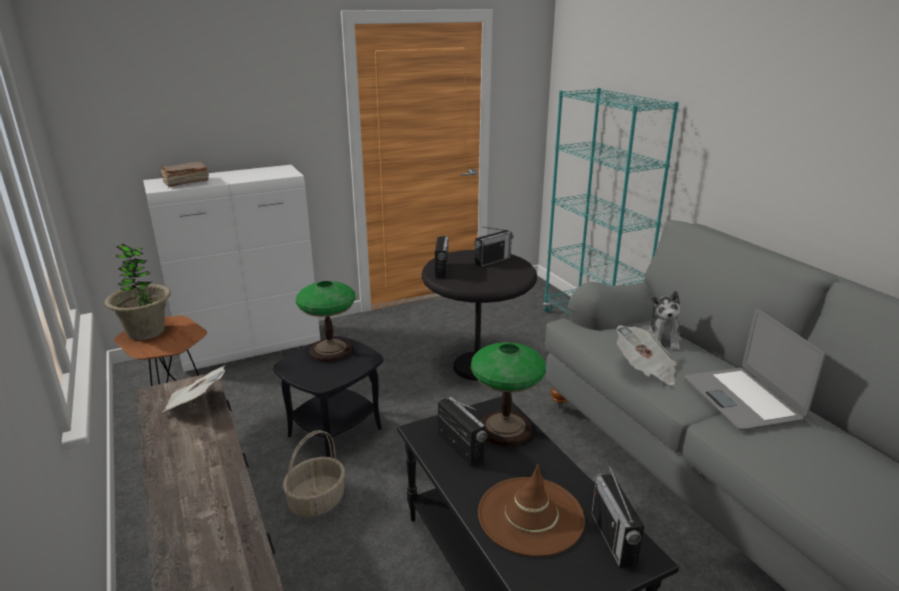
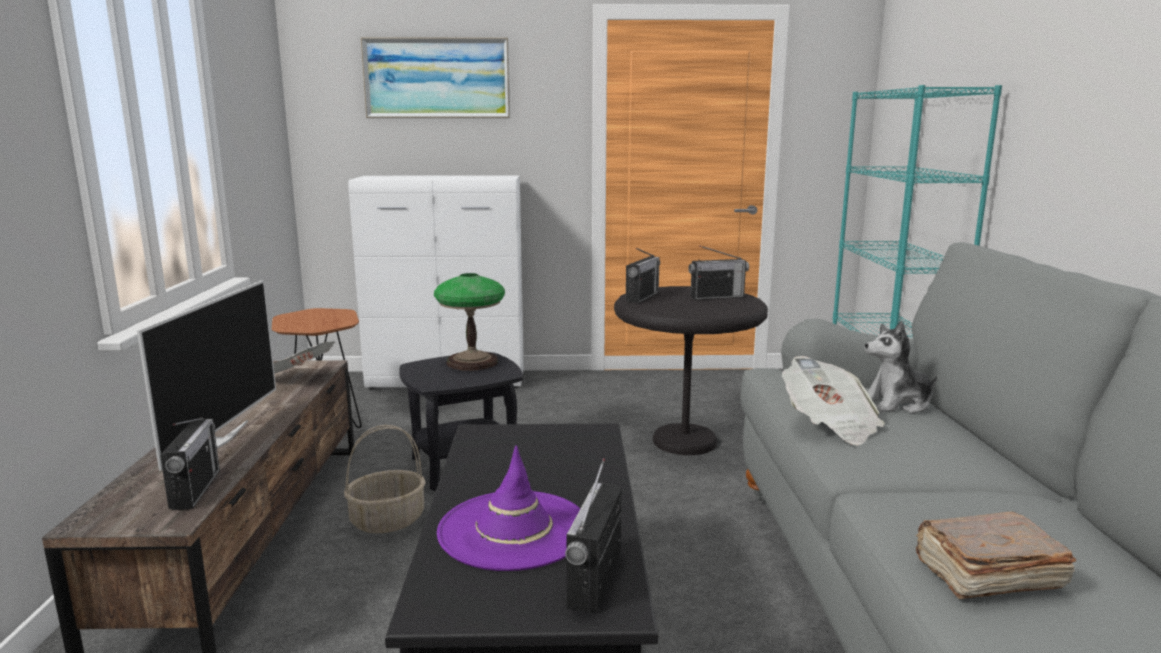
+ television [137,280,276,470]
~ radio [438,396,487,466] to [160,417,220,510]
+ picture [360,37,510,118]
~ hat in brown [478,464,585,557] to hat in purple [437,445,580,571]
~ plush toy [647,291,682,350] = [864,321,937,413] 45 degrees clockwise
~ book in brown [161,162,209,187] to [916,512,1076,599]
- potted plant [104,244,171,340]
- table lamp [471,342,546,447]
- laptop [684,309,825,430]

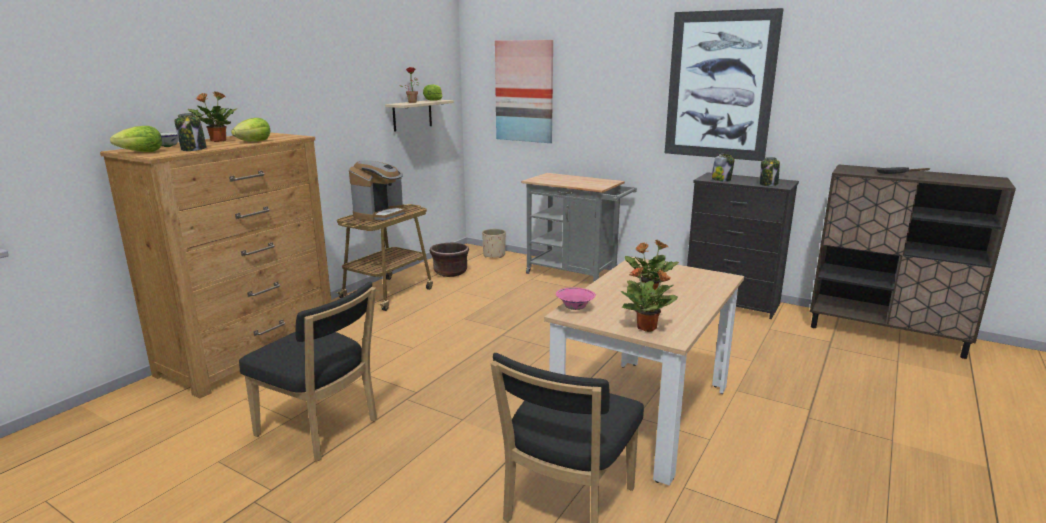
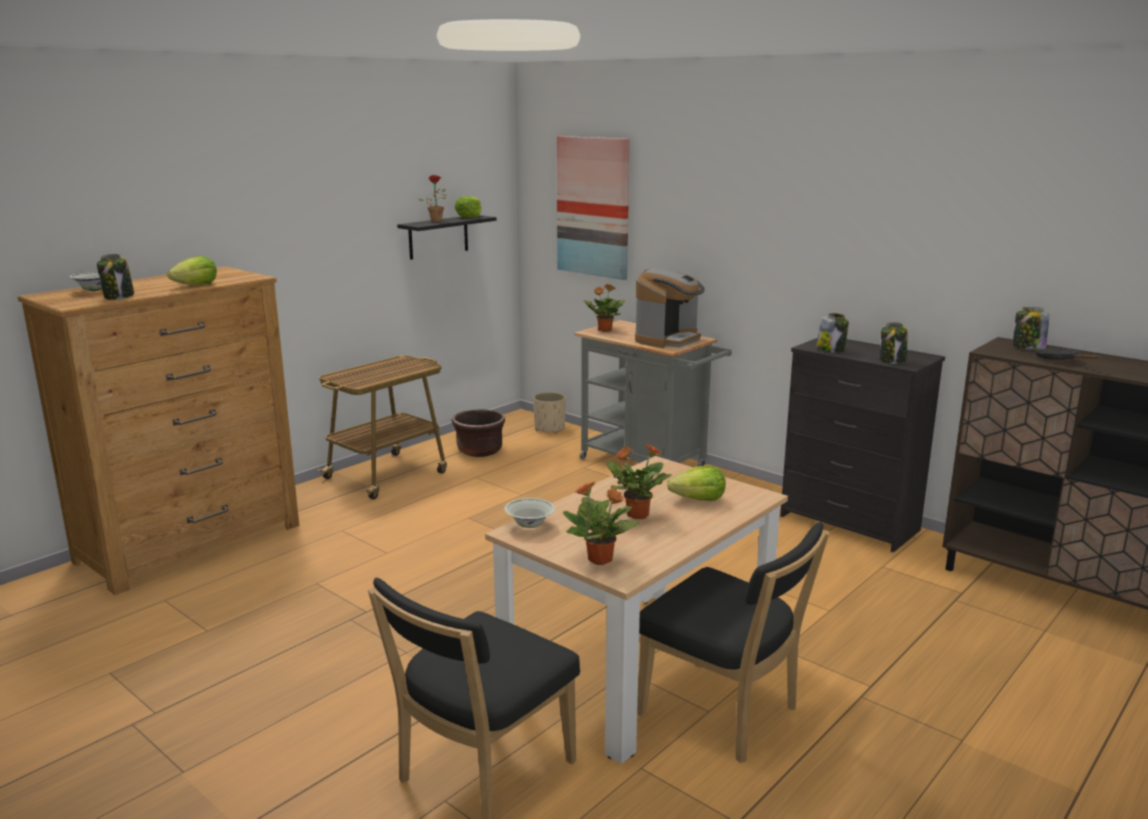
~ shelf in beige [385,100,454,132] to shelf in black [397,215,497,260]
~ bowl in pink [556,287,596,310] to bowl in white [504,498,555,528]
~ potted plant [188,91,238,142] to [584,284,626,332]
~ coffee machine [349,160,405,221] to [635,268,705,348]
~ chair in black [239,282,377,462] to [637,522,829,763]
~ lettuce [110,126,162,152] to [667,466,726,501]
+ jar [1013,307,1049,350]
- picture [665,8,784,161]

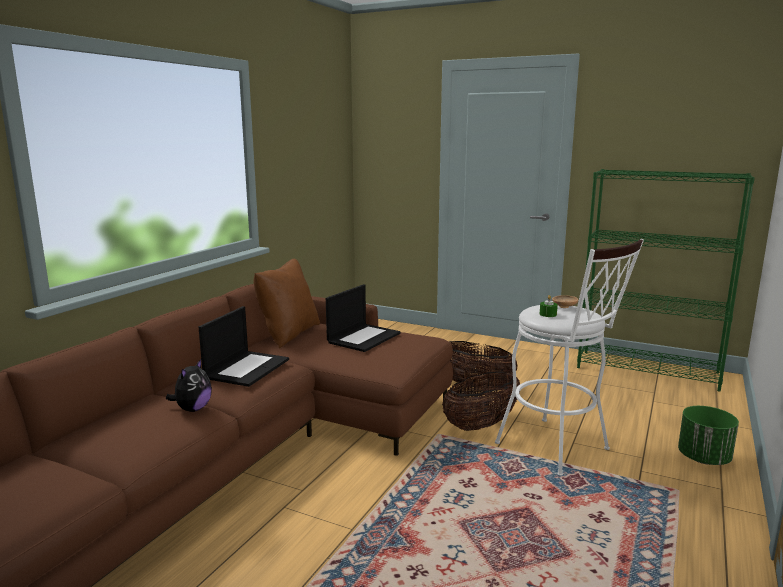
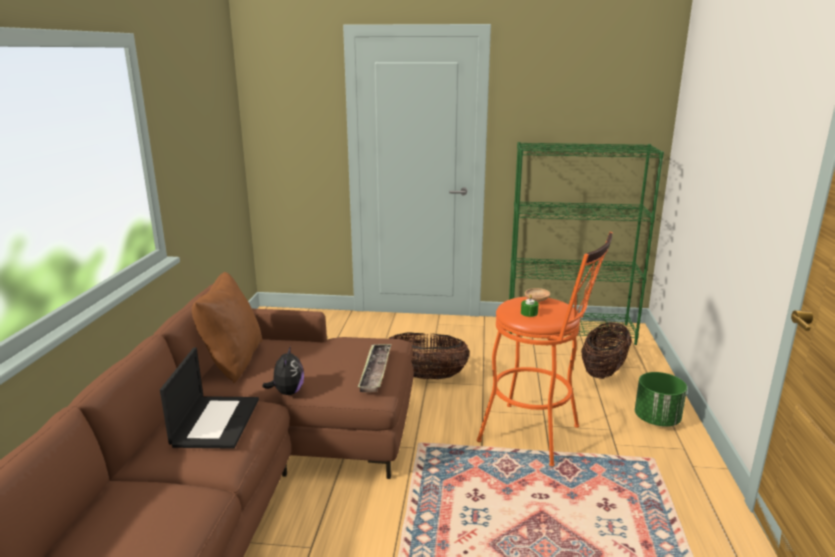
~ plush toy [166,359,212,412] to [262,346,304,395]
+ tray [358,344,392,392]
~ stool in white [495,239,644,476] to stool in orange [477,232,613,466]
~ basket [442,372,520,431] to [581,322,632,379]
- laptop [326,284,401,352]

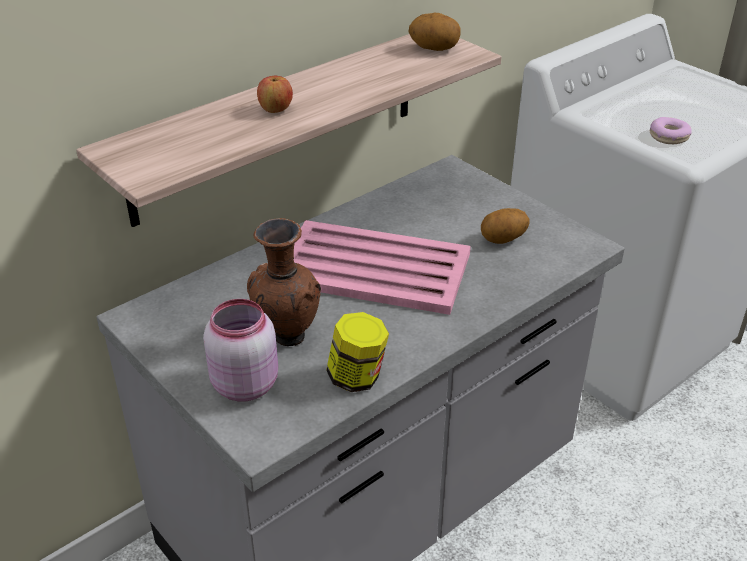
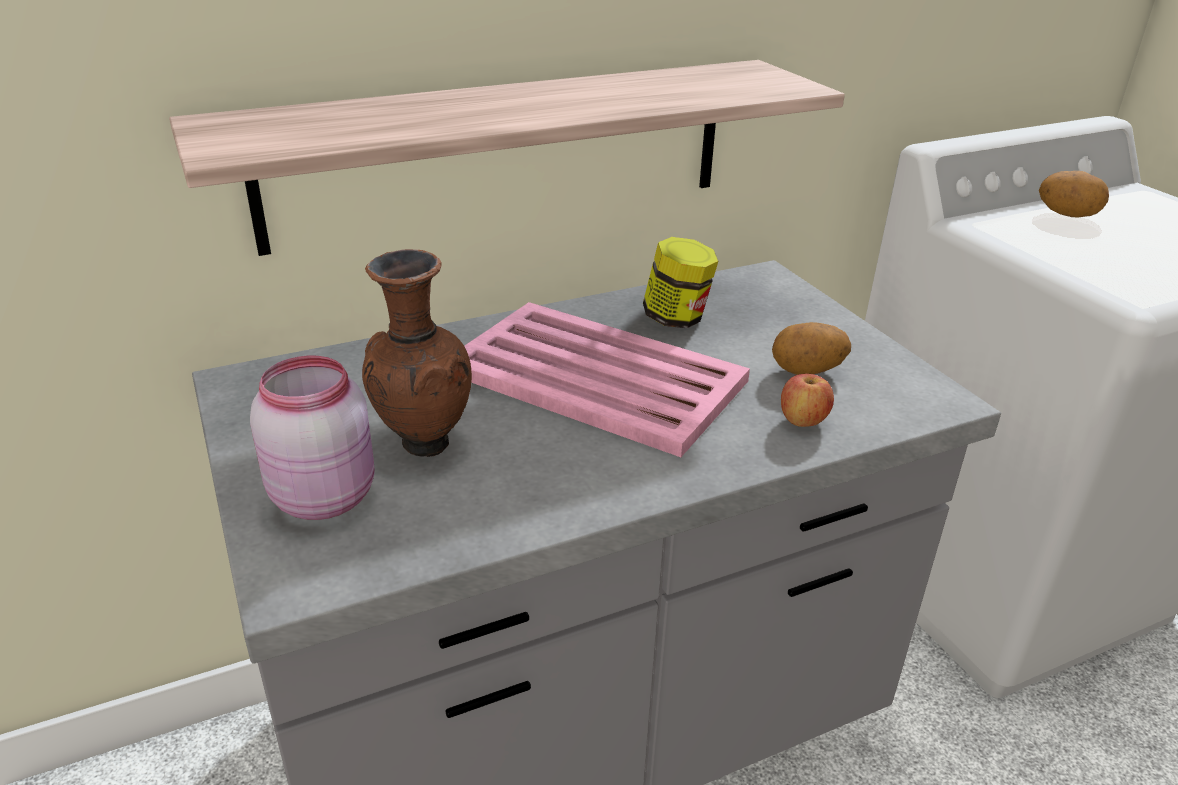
~ jar [326,312,389,392] to [643,237,718,328]
~ apple [257,76,293,113] to [781,374,834,427]
~ potato [408,13,461,51] to [1039,171,1109,217]
- donut [650,117,692,144]

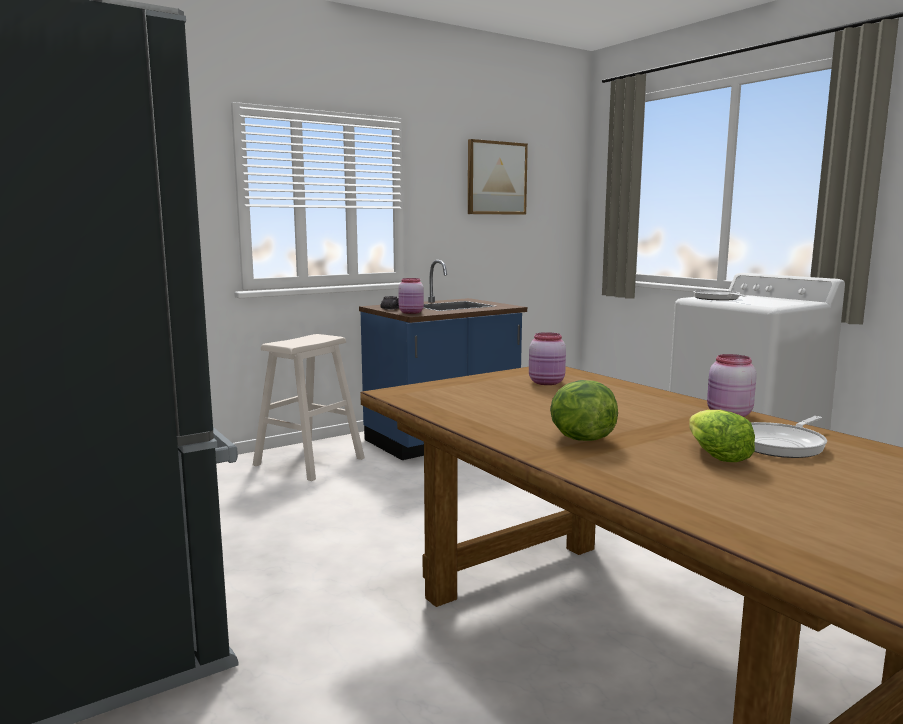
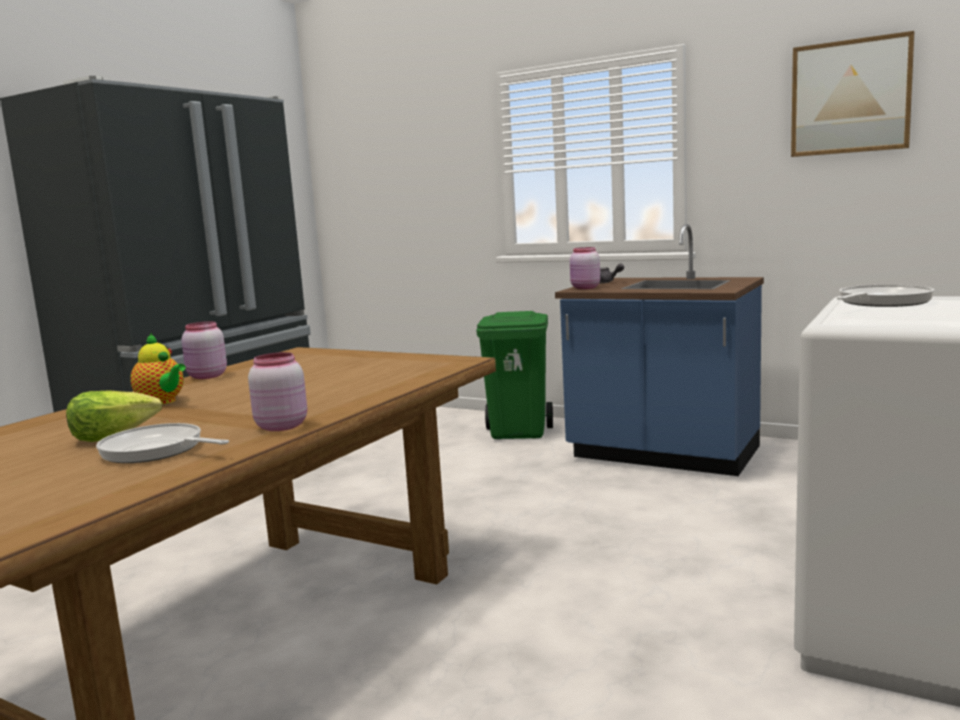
~ lettuce [550,380,618,441] to teapot [130,333,186,405]
~ jar in pink [529,332,566,385] to [181,321,227,379]
~ stool in beige [253,334,365,481] to trash can in green [476,311,553,439]

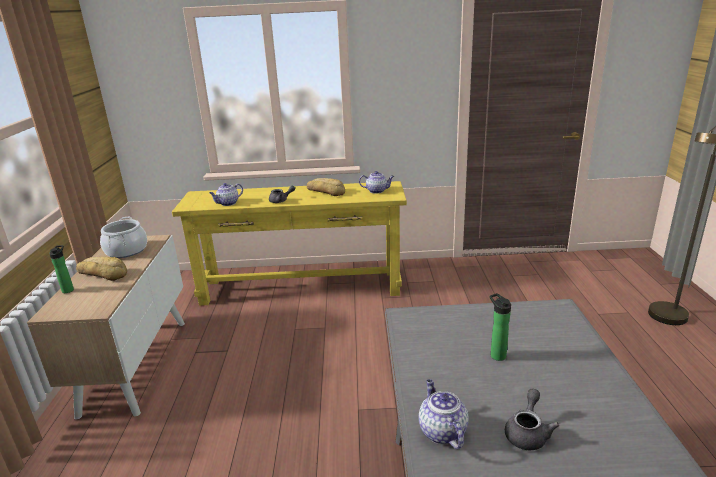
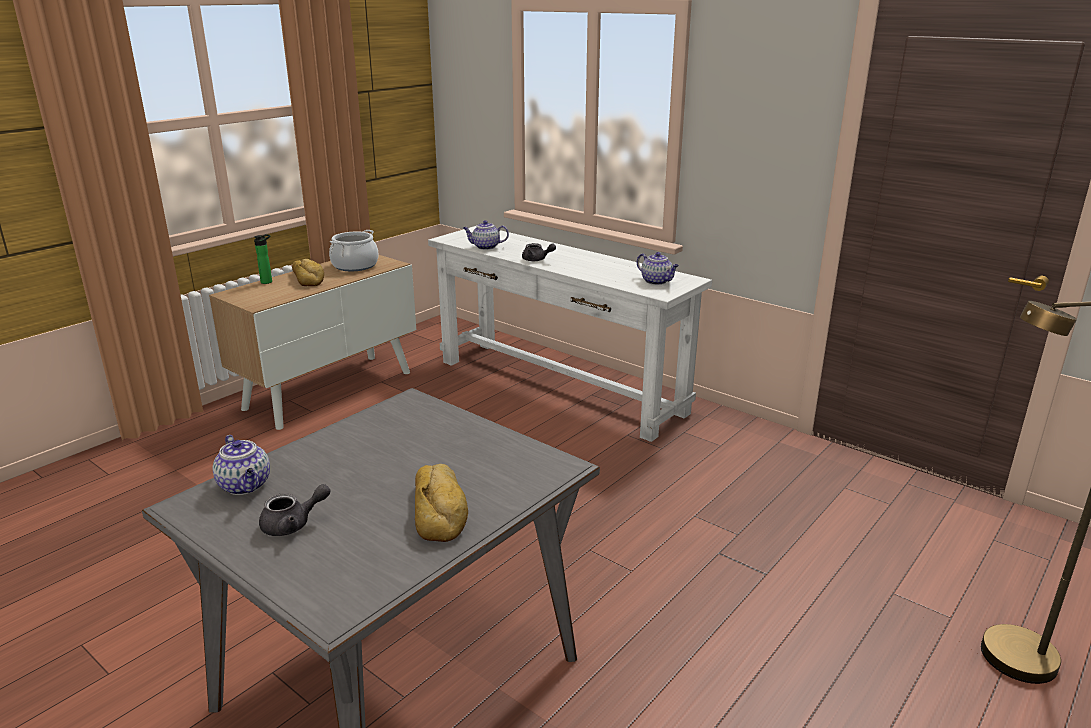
~ teapot [419,379,469,450] = [213,435,270,495] 120 degrees clockwise
~ bread [307,178,345,196] to [415,464,468,542]
~ console table in yellow [172,181,407,306] to console table in white [428,226,712,442]
- bottle [490,293,511,361]

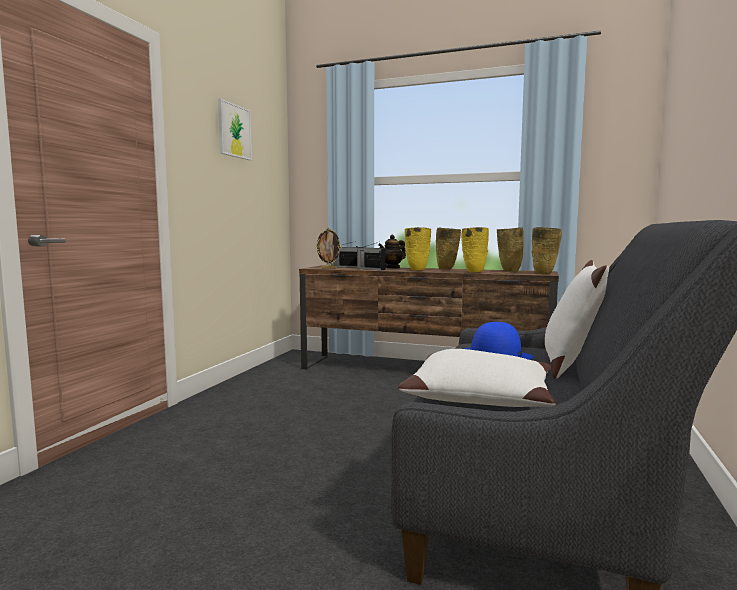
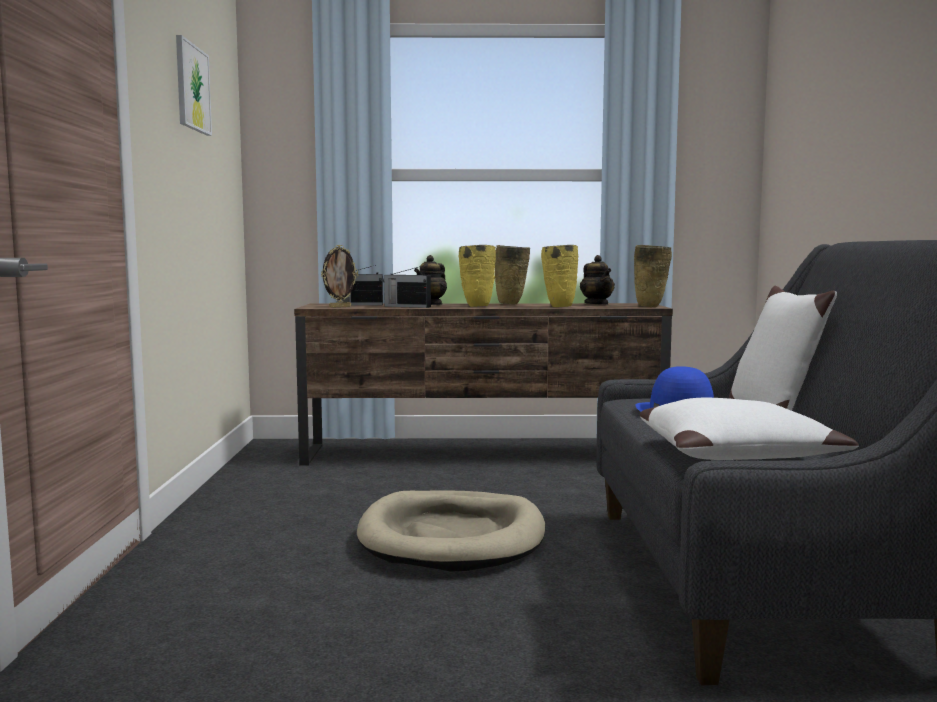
+ dog bed in beige [357,490,545,572]
~ vase in beige [497,227,524,271] to teapot [580,255,615,305]

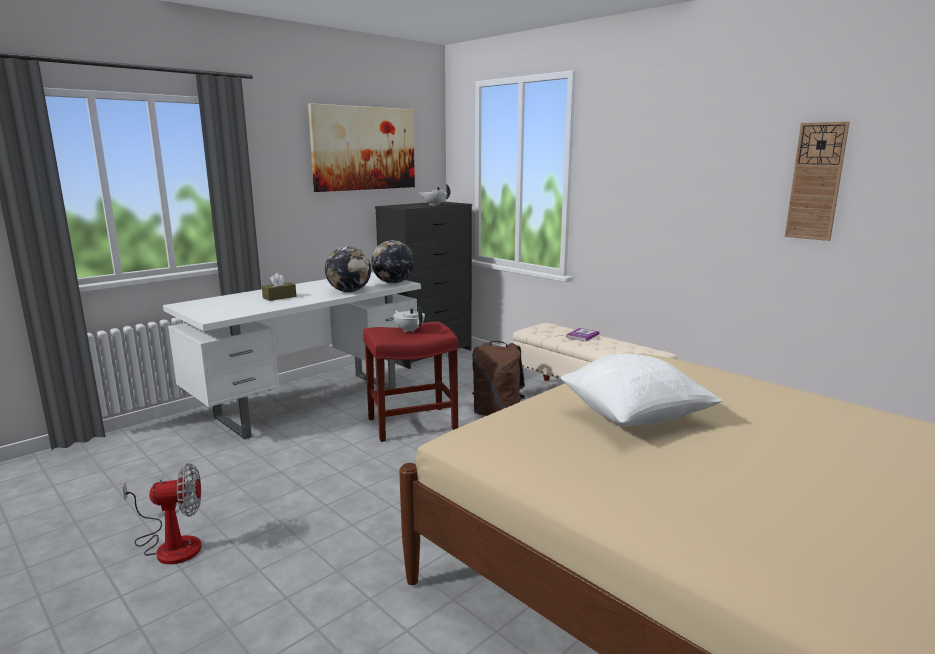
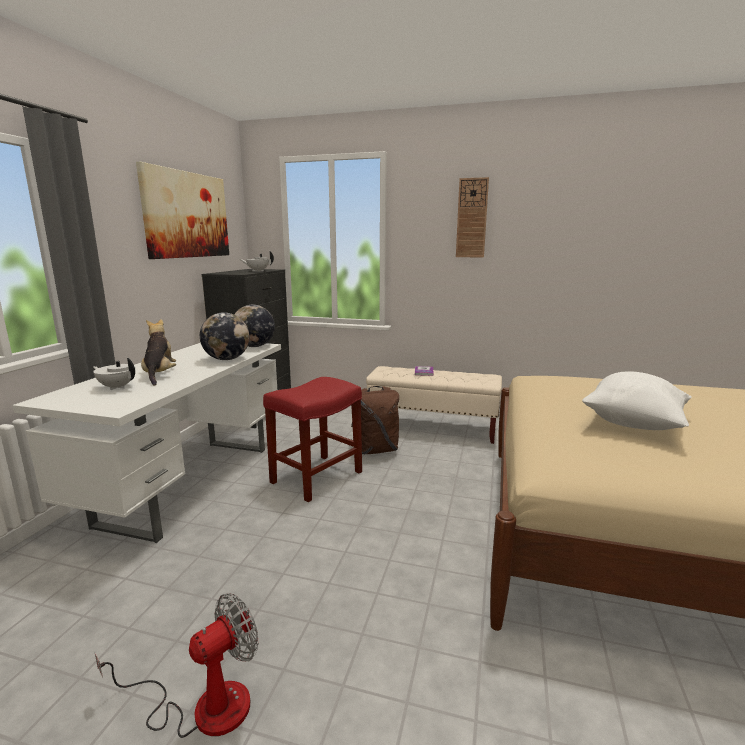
~ teapot in white [393,307,425,333] to [93,358,135,390]
~ tissue box in brown [262,273,296,301] to plush toy [141,319,176,385]
~ wall clock [785,121,850,241] to [456,177,489,257]

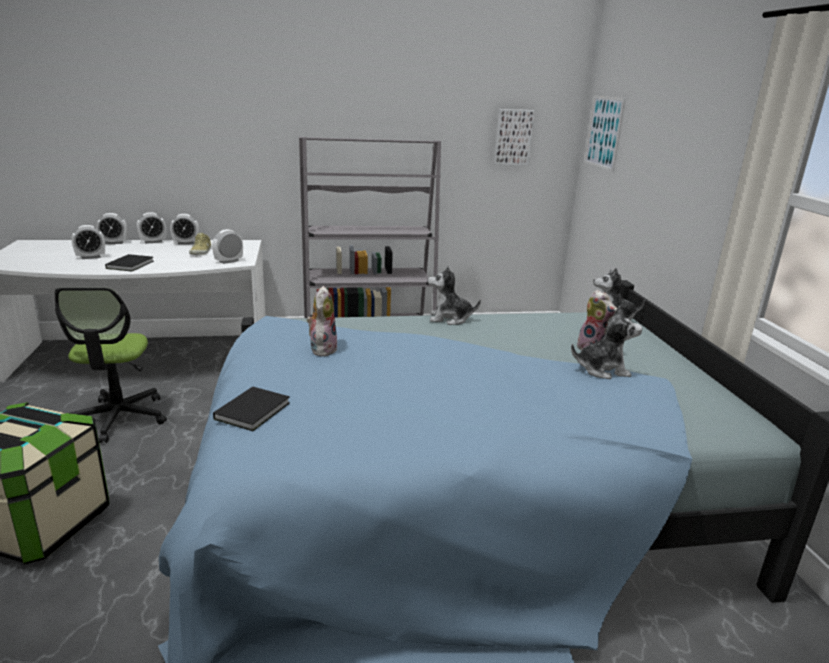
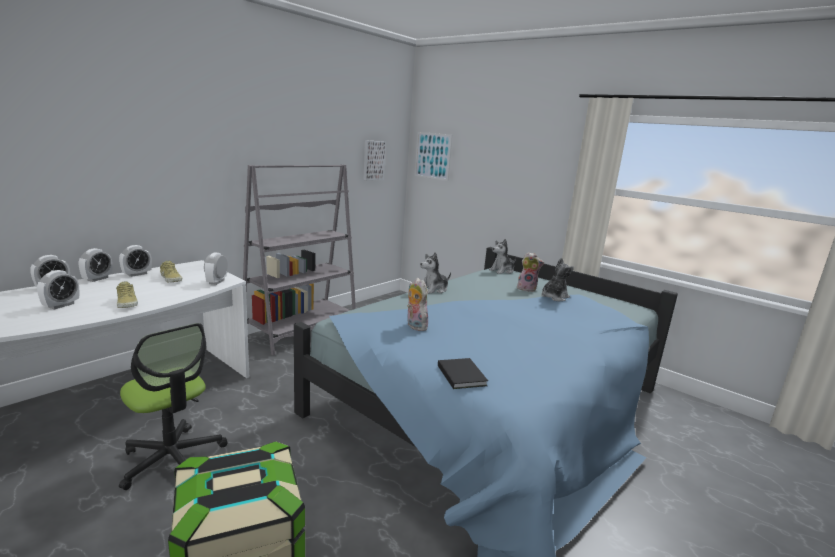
~ book in black [105,254,154,271] to shoe in beige [116,281,138,308]

